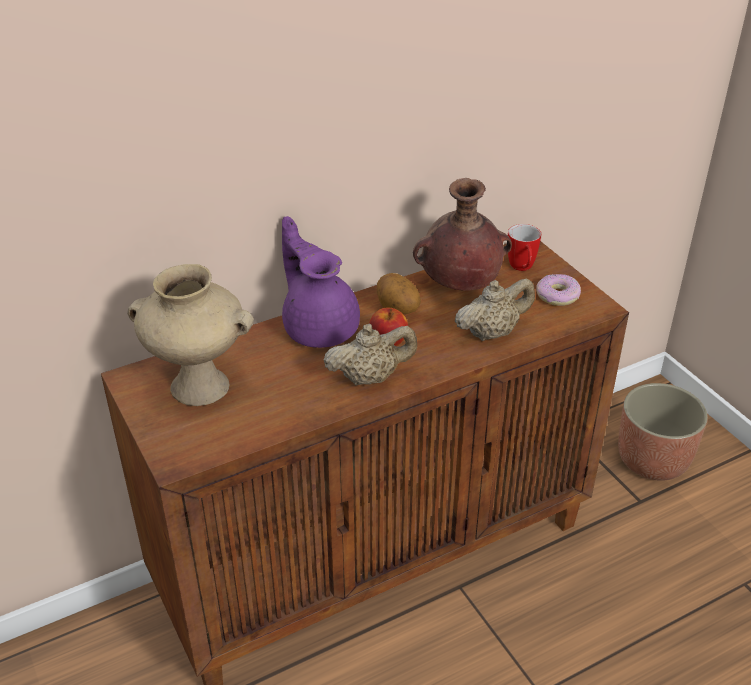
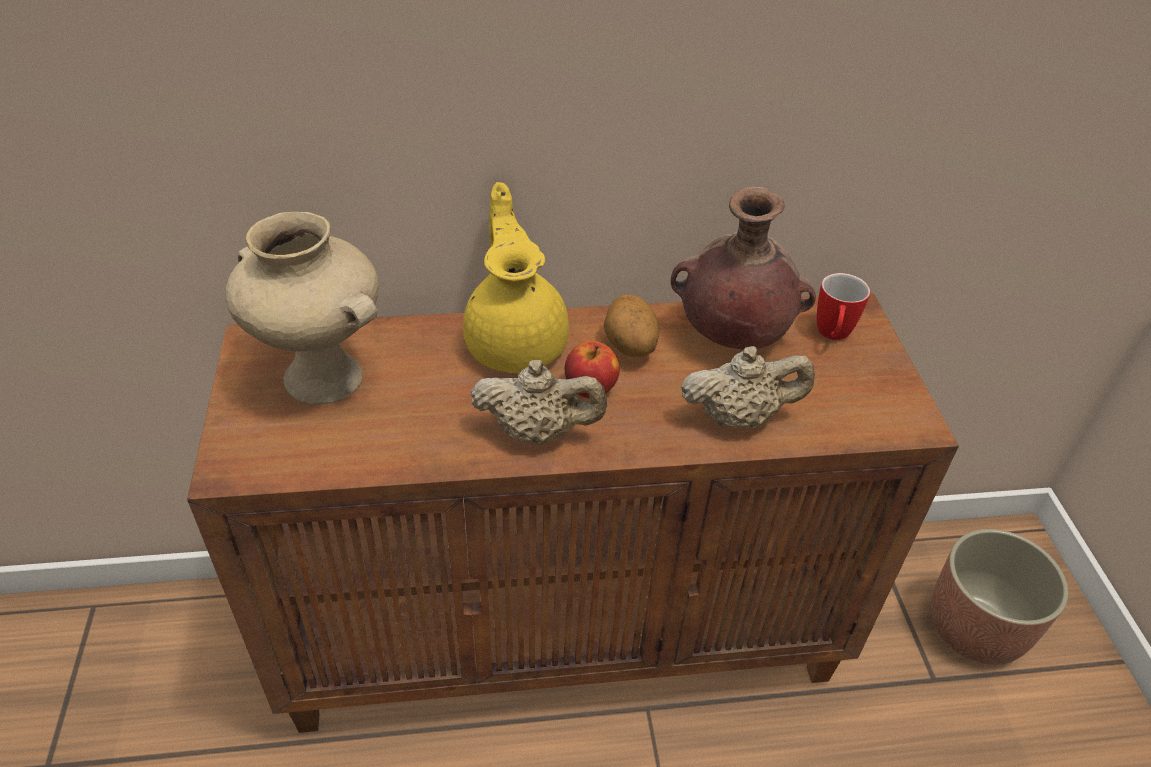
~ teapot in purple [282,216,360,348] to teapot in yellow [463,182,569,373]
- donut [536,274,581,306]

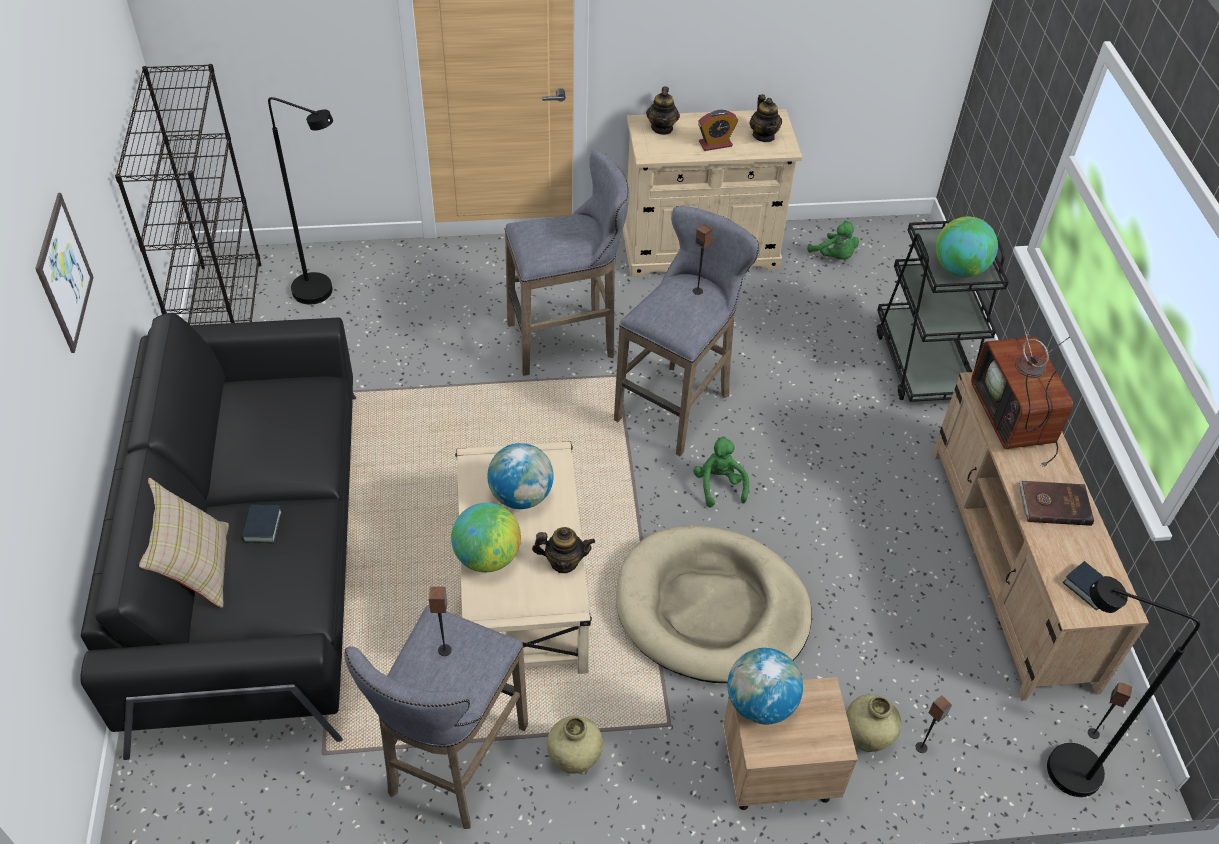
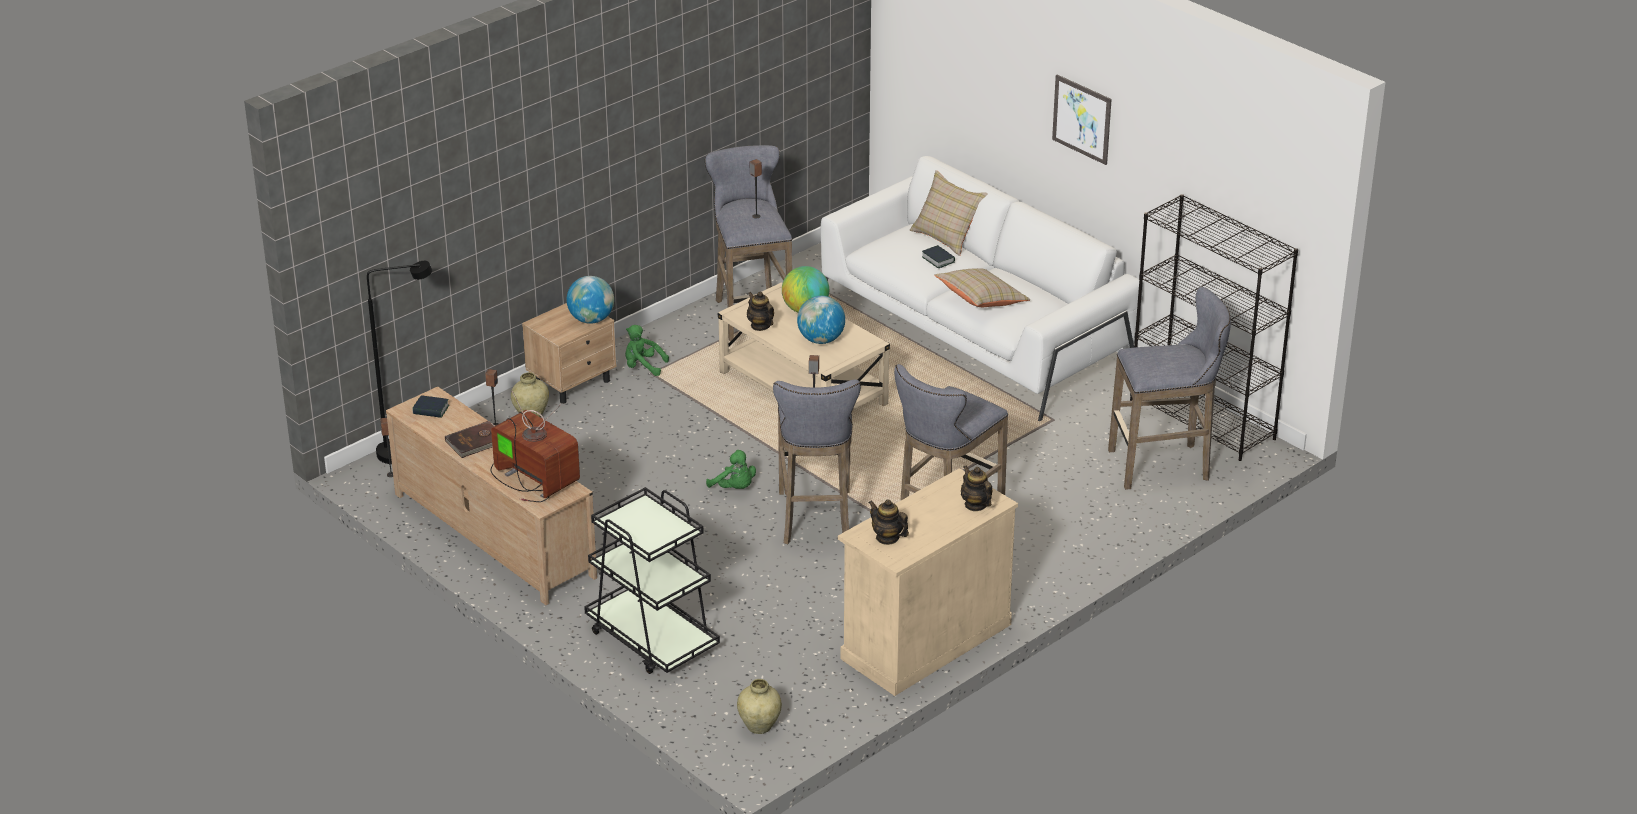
~ plush toy in green [807,221,859,260] to [625,325,669,376]
~ vase in beige [547,715,603,774] to [737,679,782,734]
~ teapot [532,527,595,573] = [747,291,774,331] 90 degrees clockwise
~ sofa in black [80,313,356,760] to sofa in white [821,156,1143,421]
+ pillow in beige [935,268,1030,307]
~ floor lamp in black [268,97,333,304] to stool in grey [1108,287,1231,490]
- dog bed in beige [616,526,811,683]
- alarm clock [698,110,738,151]
- globe [936,217,998,277]

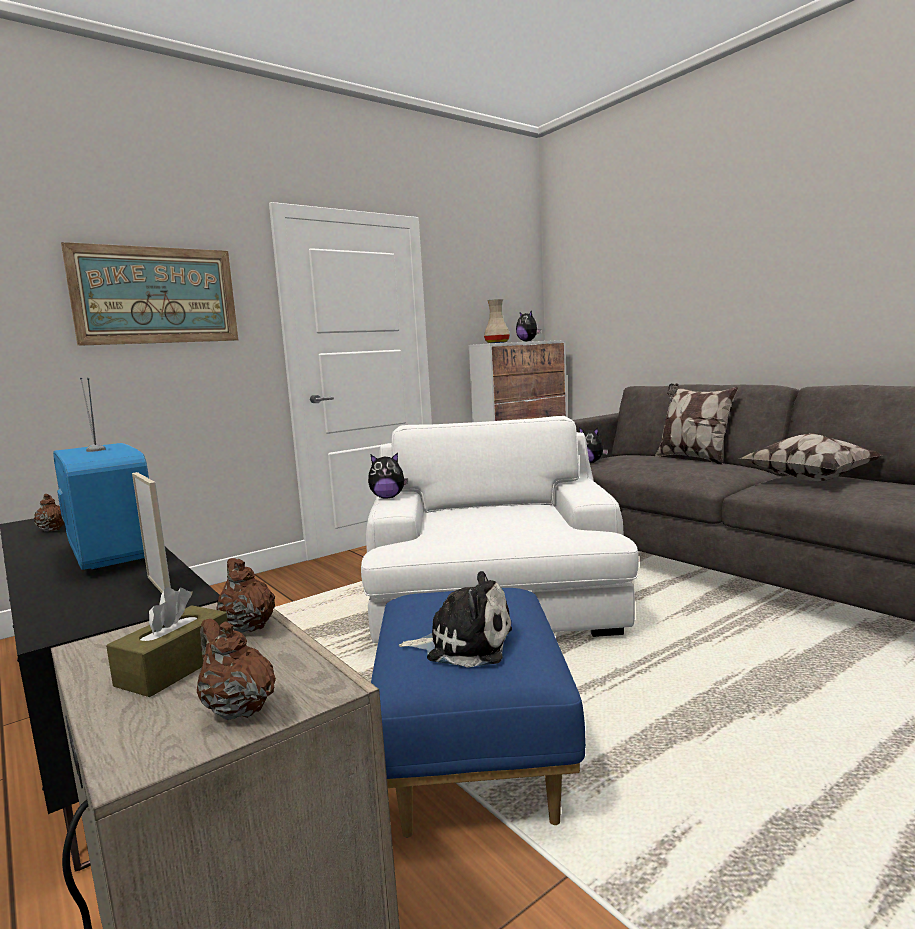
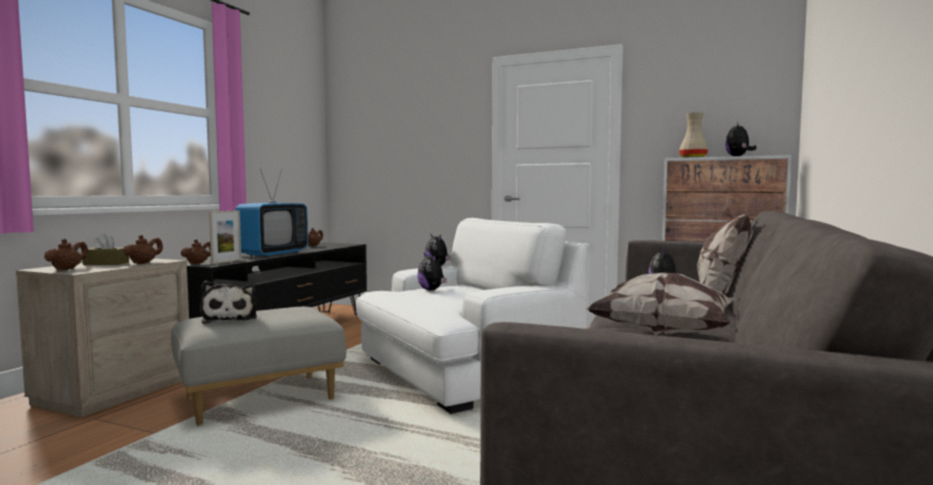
~ ottoman in blue [371,588,586,838] to ottoman in grey [171,307,346,426]
+ teapot in brown [181,239,211,264]
+ plush toy [417,253,447,290]
- picture [61,242,238,346]

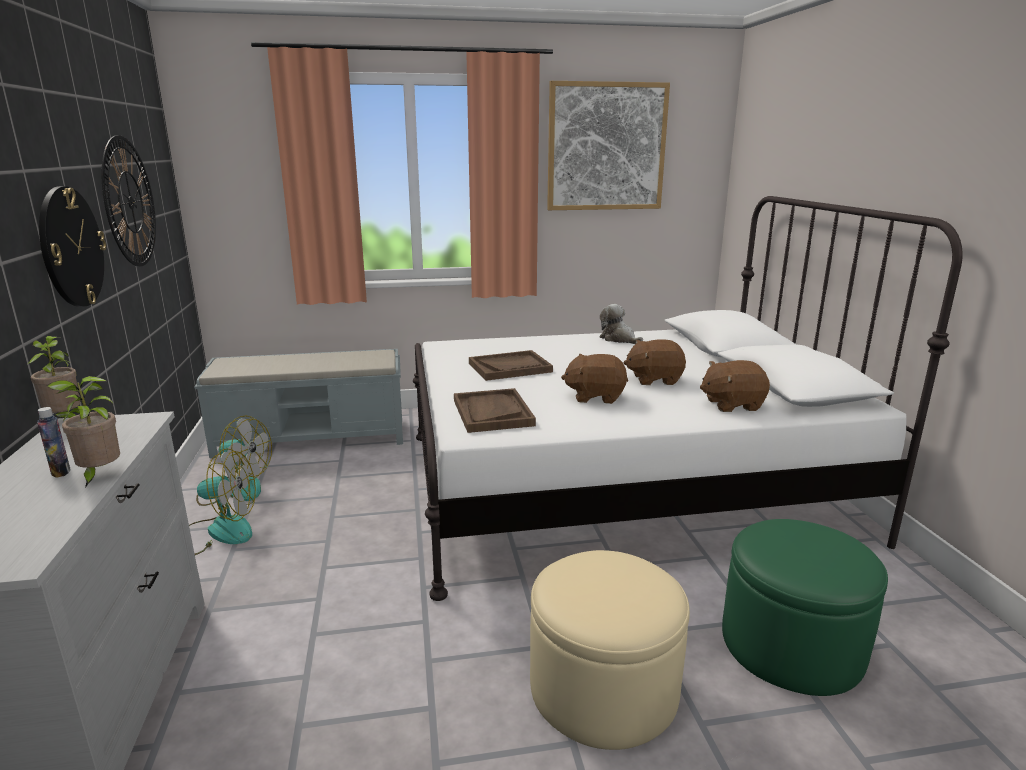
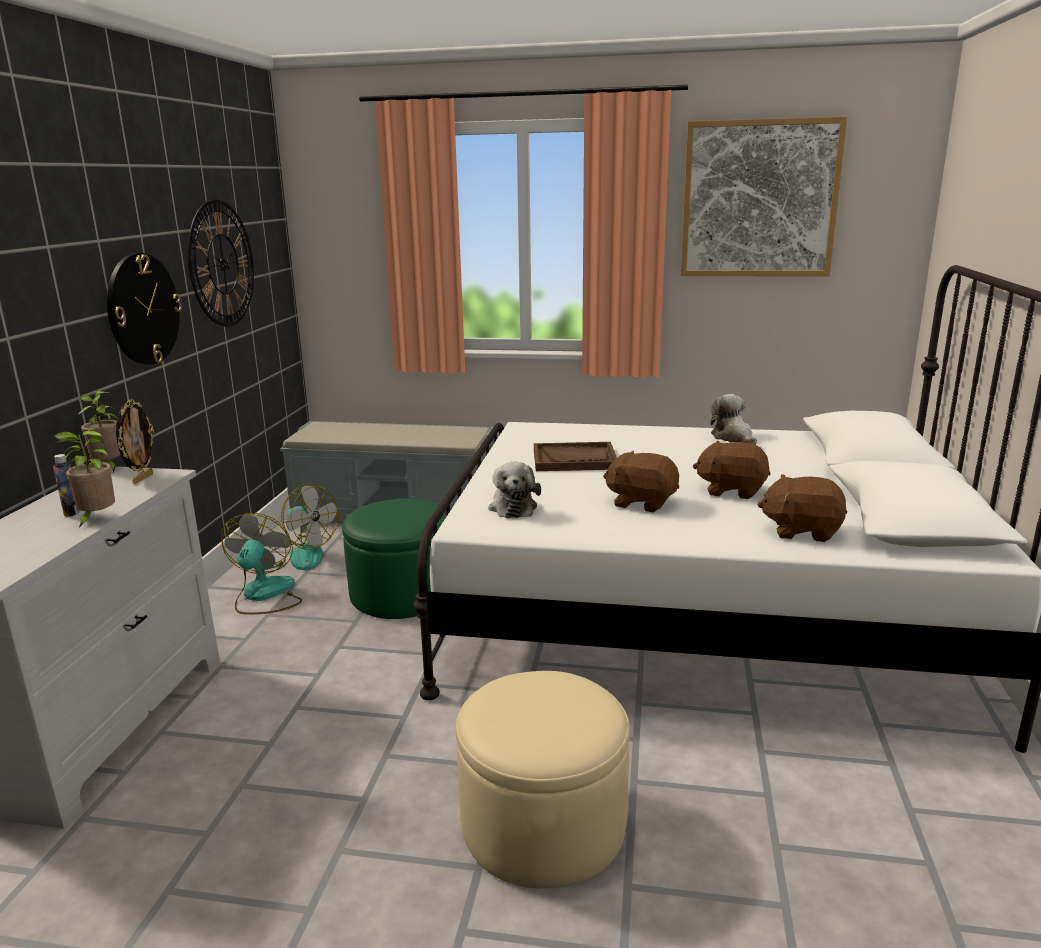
+ picture frame [116,399,154,484]
~ fan [189,448,256,555] = [221,513,302,615] 105 degrees counterclockwise
~ ottoman in green [722,519,888,696] to [342,498,447,619]
~ tray in brown [454,388,536,433] to plush toy [488,461,541,518]

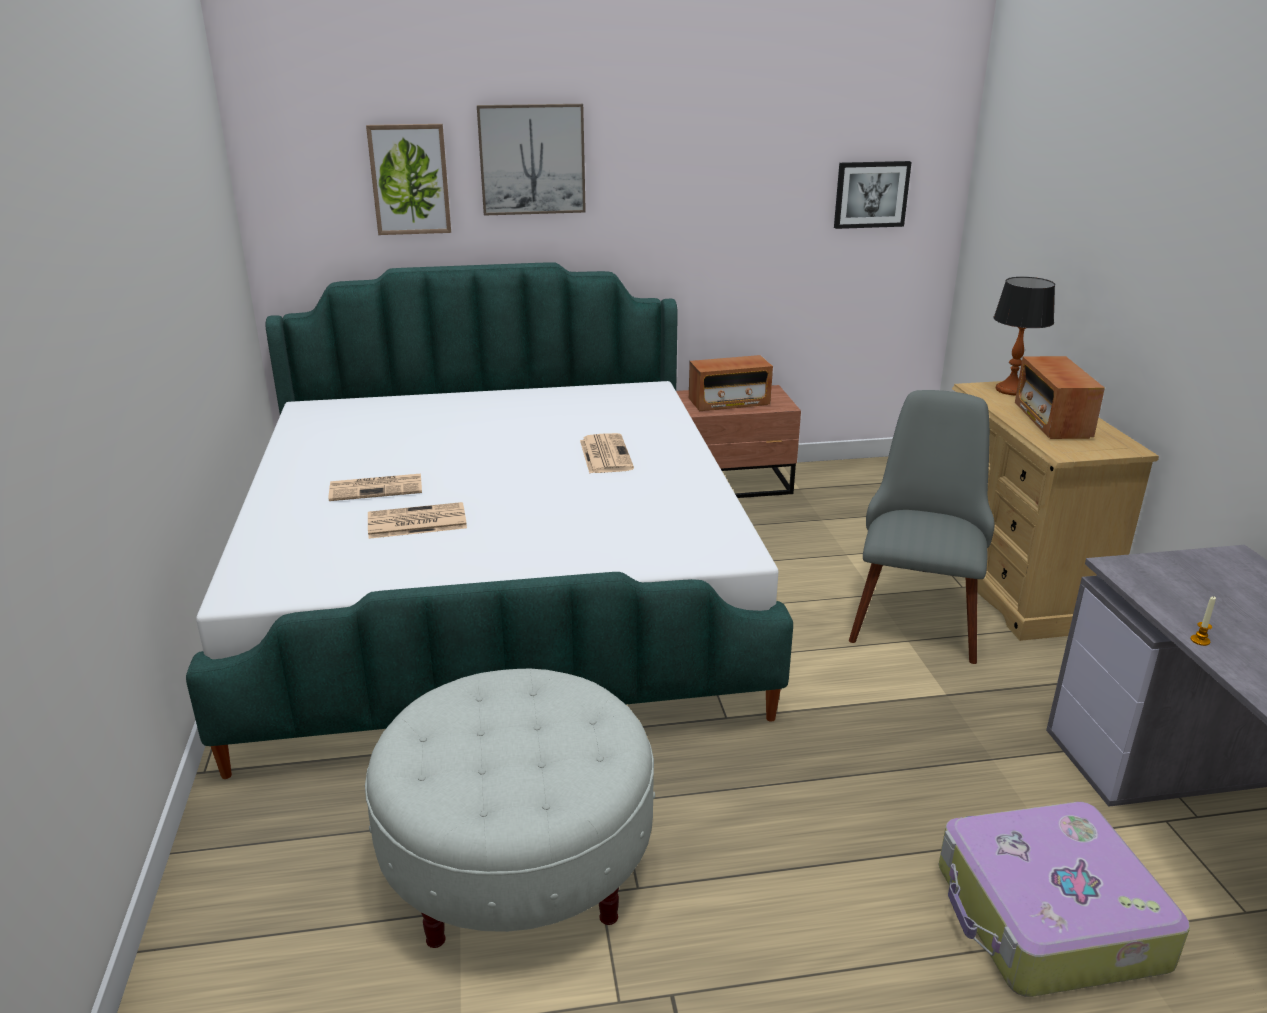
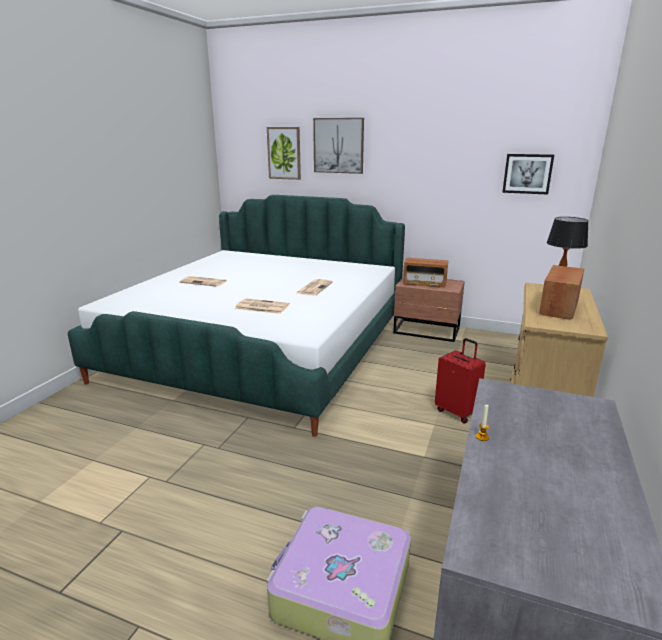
~ newspaper [368,502,467,539] to [235,298,289,314]
~ chair in grey [849,390,994,664] to suitcase in red [435,338,486,424]
- ottoman in white [365,669,655,948]

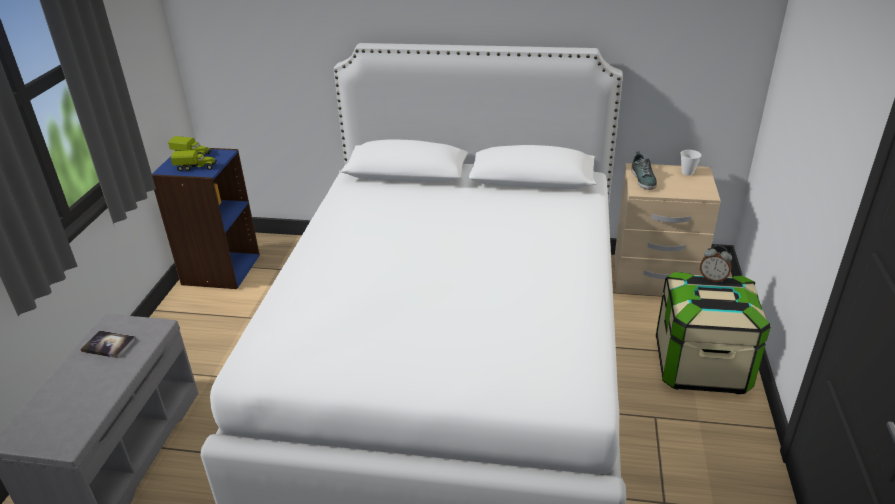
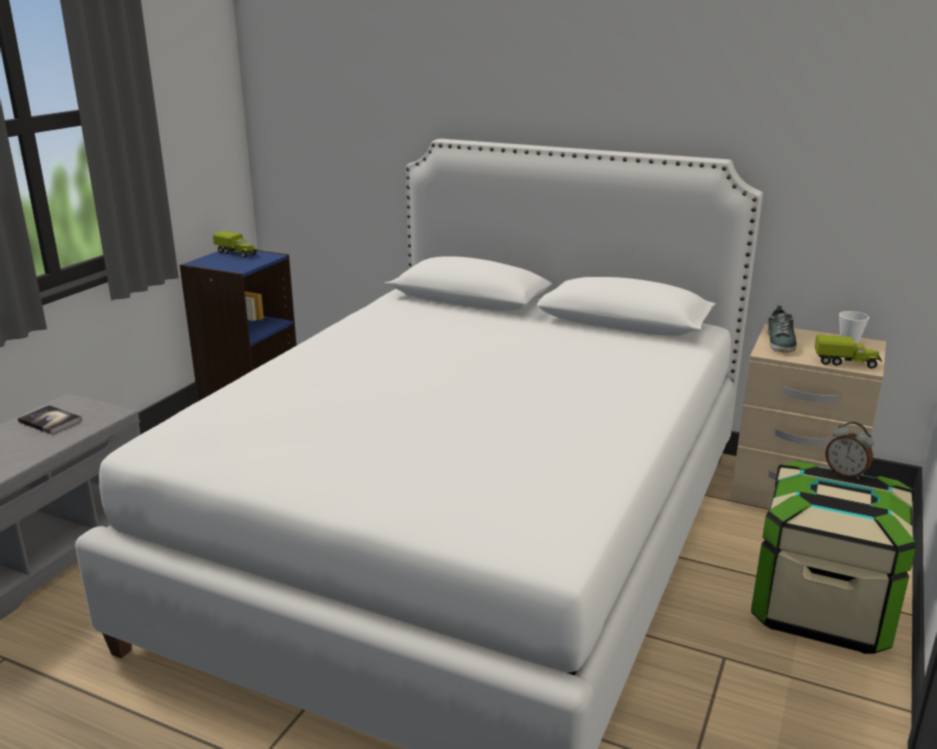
~ toy truck [171,150,217,171] to [815,334,882,369]

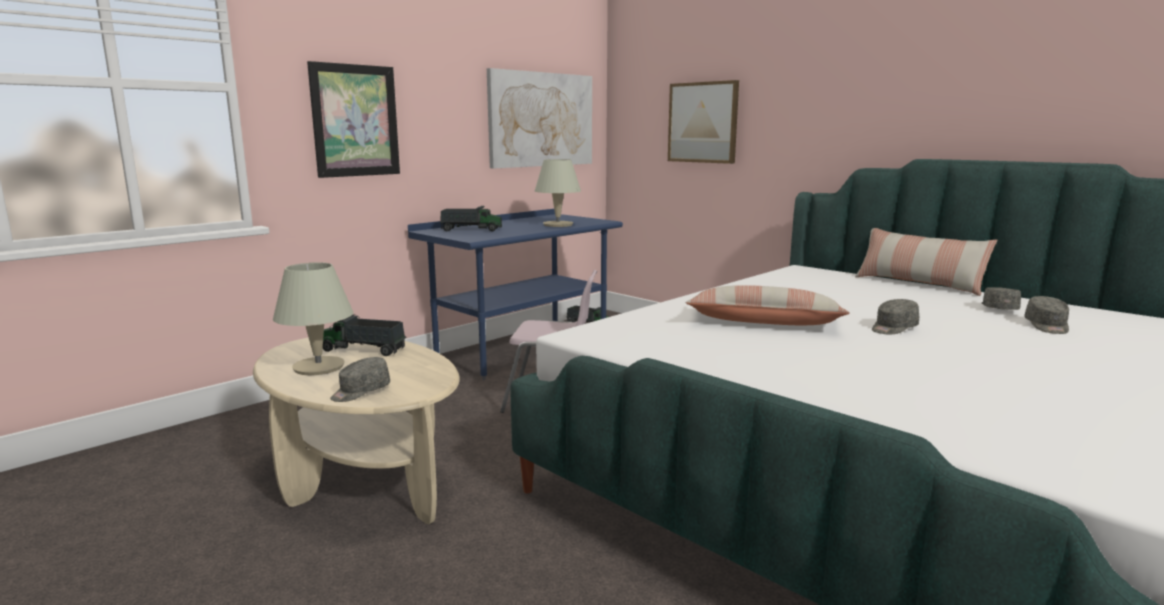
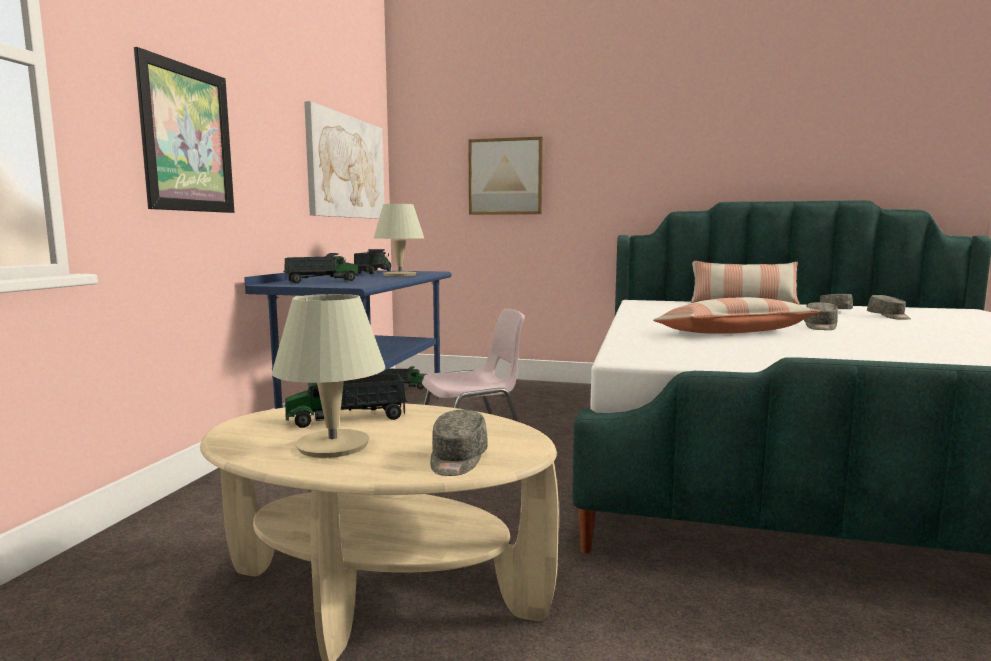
+ toy truck [354,249,391,274]

